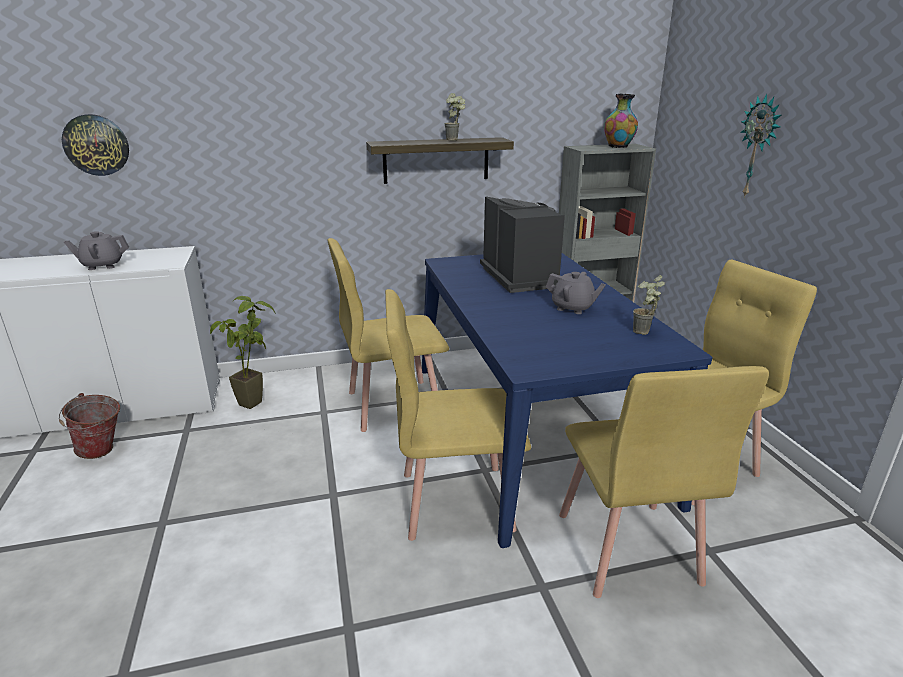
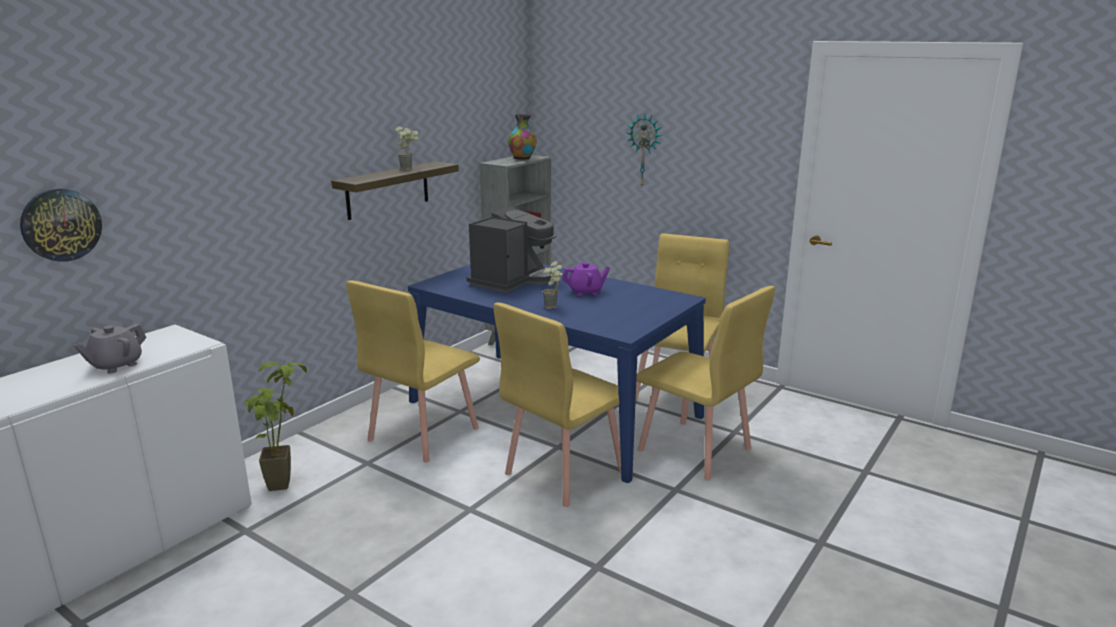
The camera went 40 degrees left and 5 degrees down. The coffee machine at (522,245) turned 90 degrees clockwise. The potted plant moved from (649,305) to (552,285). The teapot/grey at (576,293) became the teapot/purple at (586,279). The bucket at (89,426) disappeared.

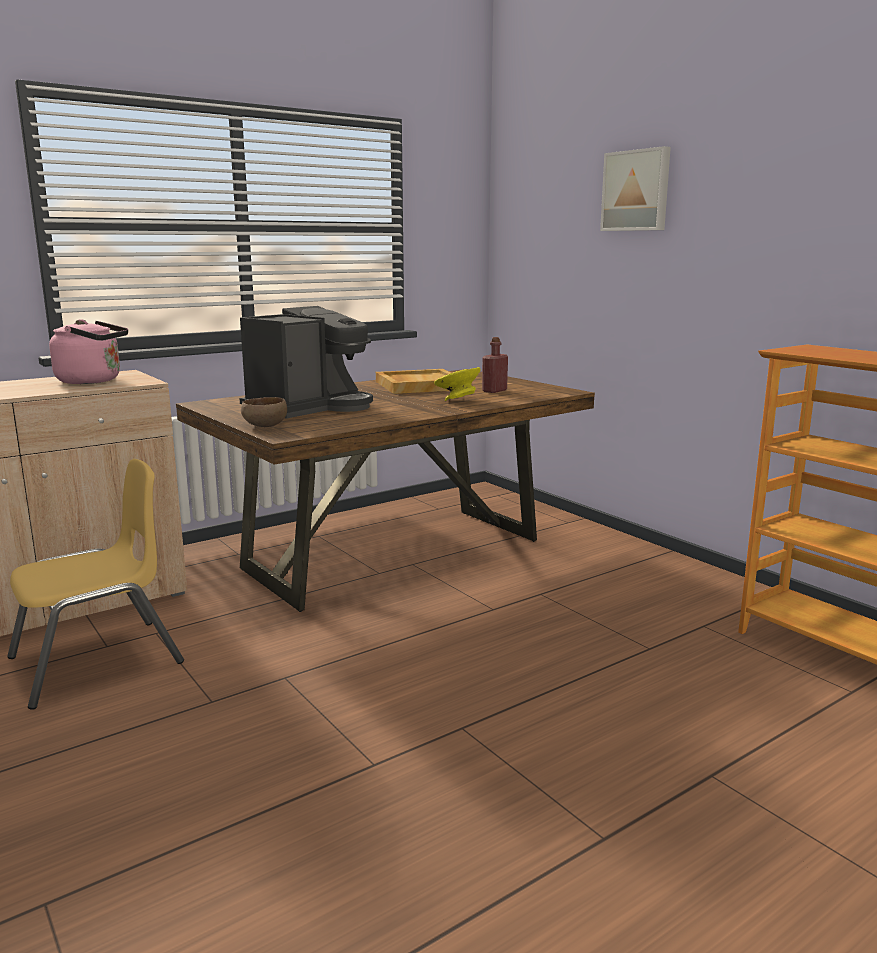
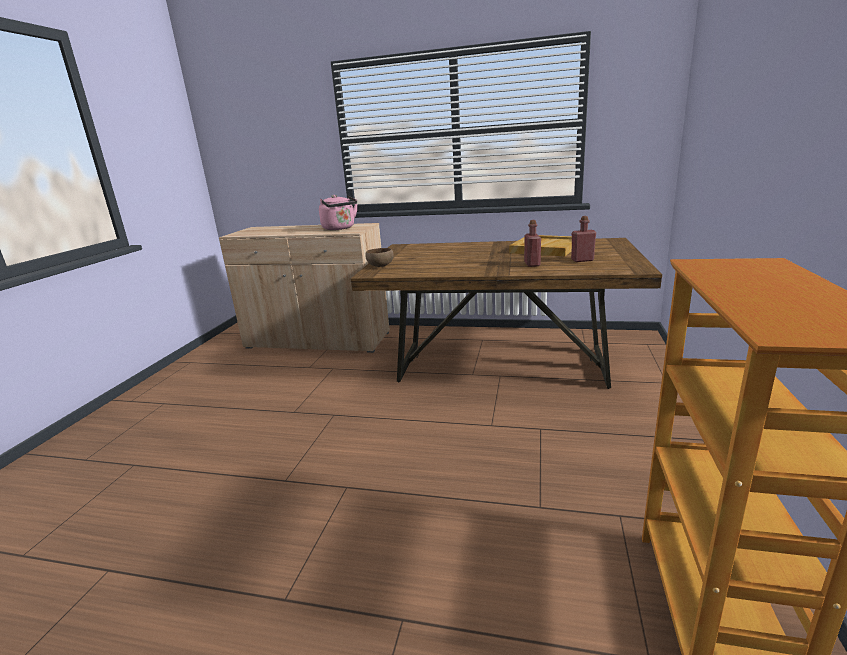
The camera went 50 degrees right and 5 degrees up. The bowl/yellow at (457,384) was replaced by the bottle/red at (532,243). The chair/yellow at (95,584) disappeared. The coffee machine at (306,362) disappeared. The picture at (635,188) disappeared.

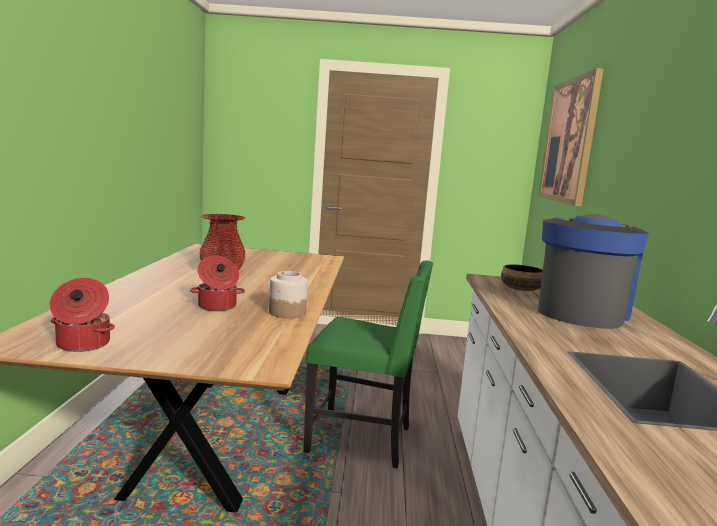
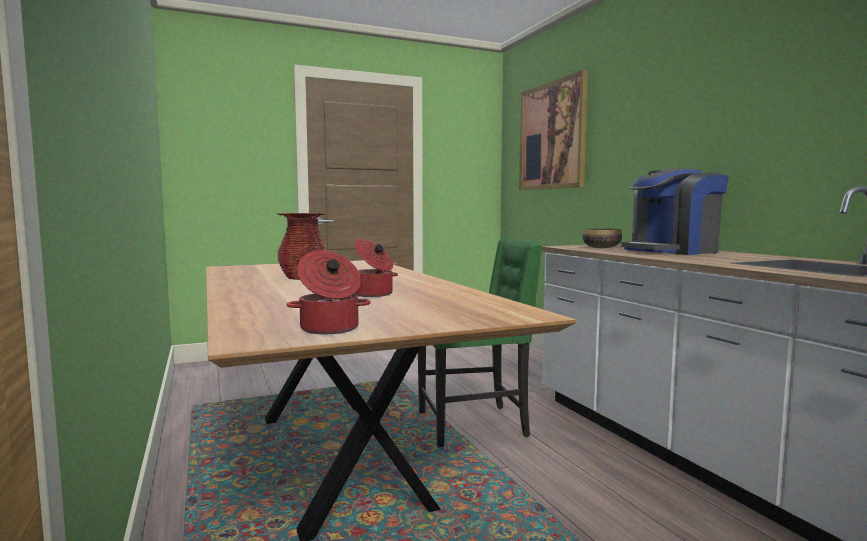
The camera went 25 degrees left and 5 degrees down. The coffee machine at (593,271) turned 120 degrees counterclockwise. The jar at (288,294) disappeared.

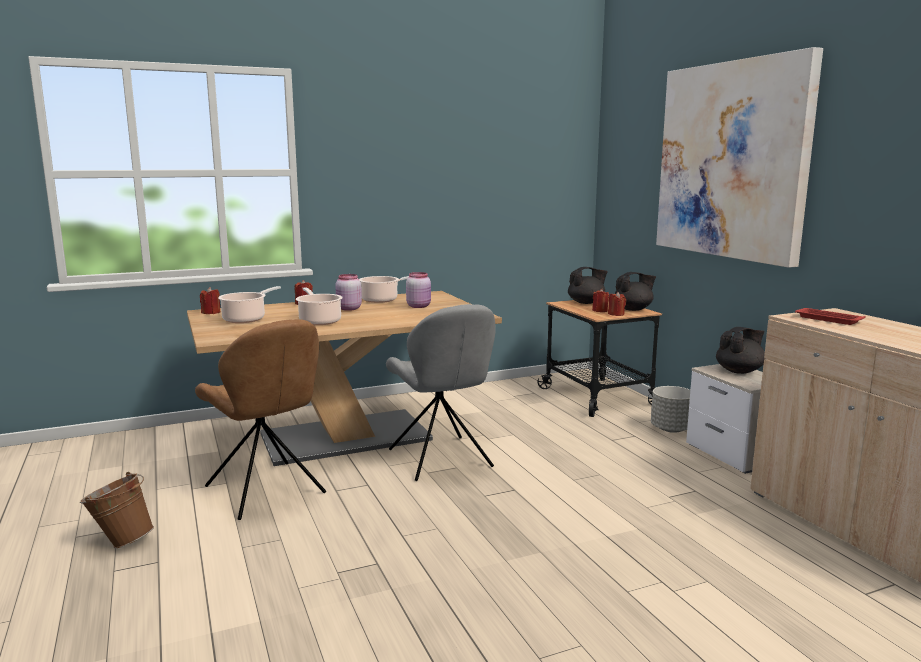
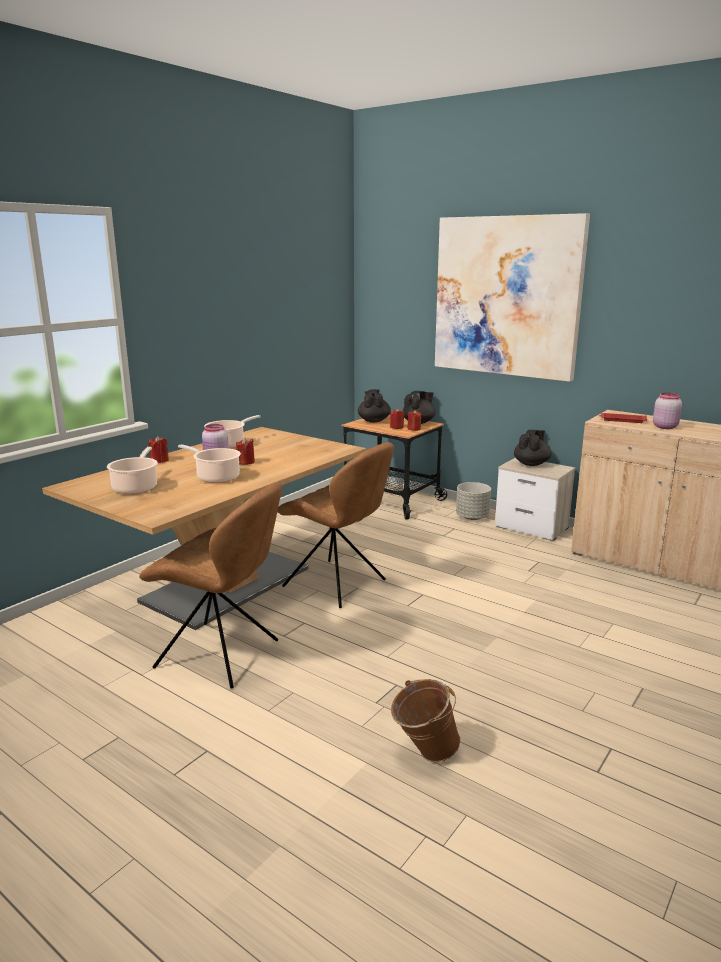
The camera went 30 degrees left and 5 degrees up. The candle/red moved from (210,300) to (245,451). The chair/grey at (441,392) became the chair/brown at (335,525). The teapot/black at (588,285) turned 45 degrees counterclockwise. The bucket/brown moved from (117,510) to (426,720). The jar/pink moved from (418,290) to (667,411).

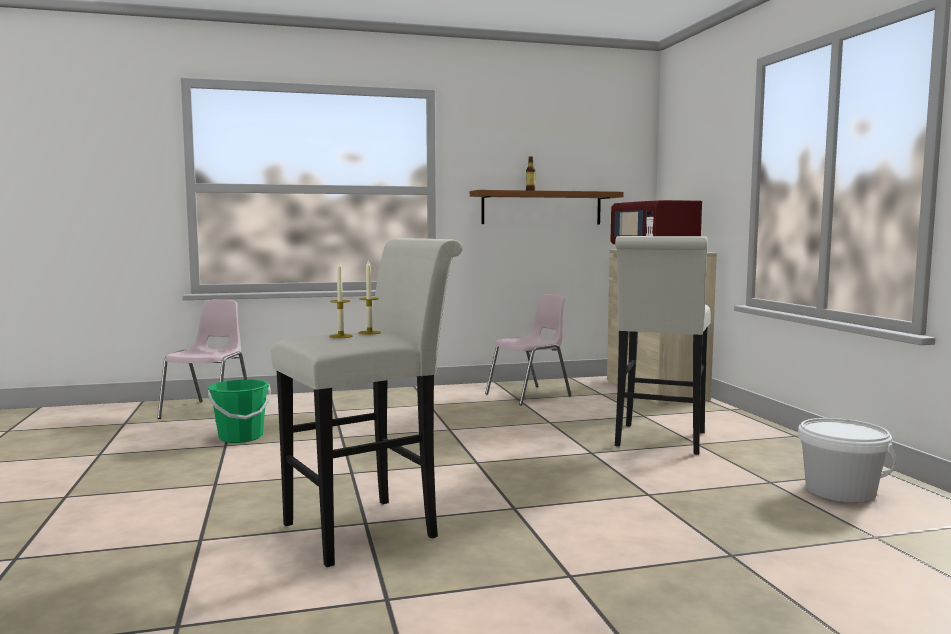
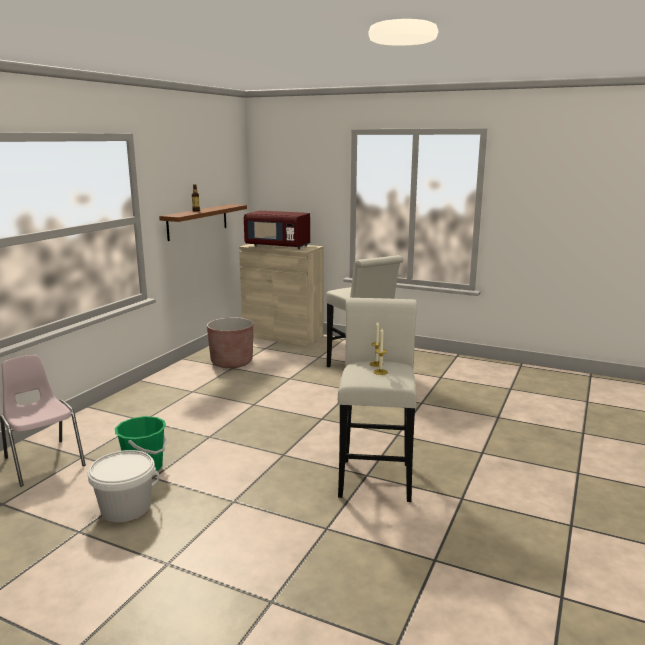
The camera went 50 degrees left and 10 degrees up. The bucket/white moved from (847,460) to (123,486). The chair/pink at (528,350) was replaced by the planter/brown at (230,342).

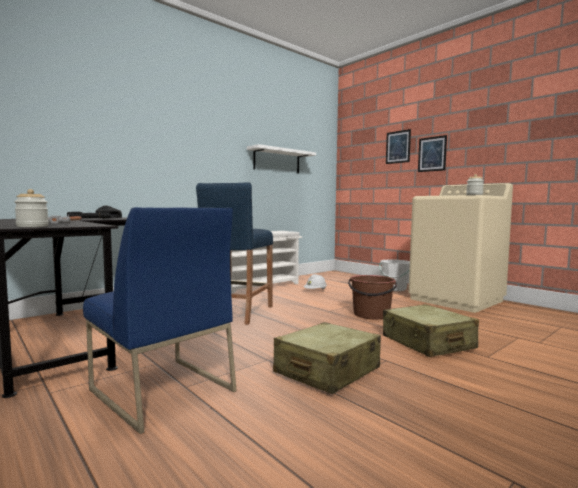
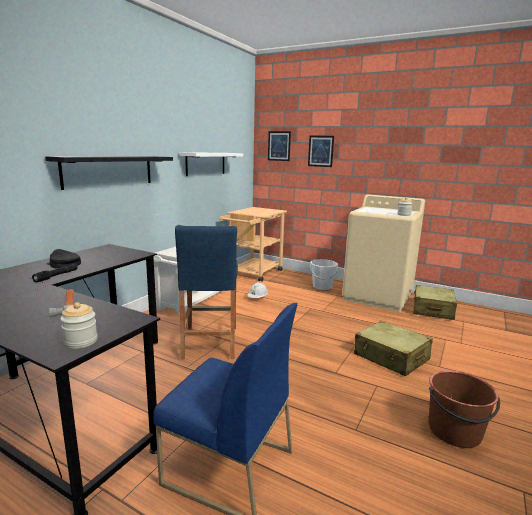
The camera went 20 degrees left and 10 degrees up. The shelf/black at (109,173) appeared. The cart/beige at (253,244) appeared. The picture moved from (432,153) to (279,146). The suitcase/beige moved from (327,358) to (435,302). The bucket/brown moved from (372,297) to (464,409).

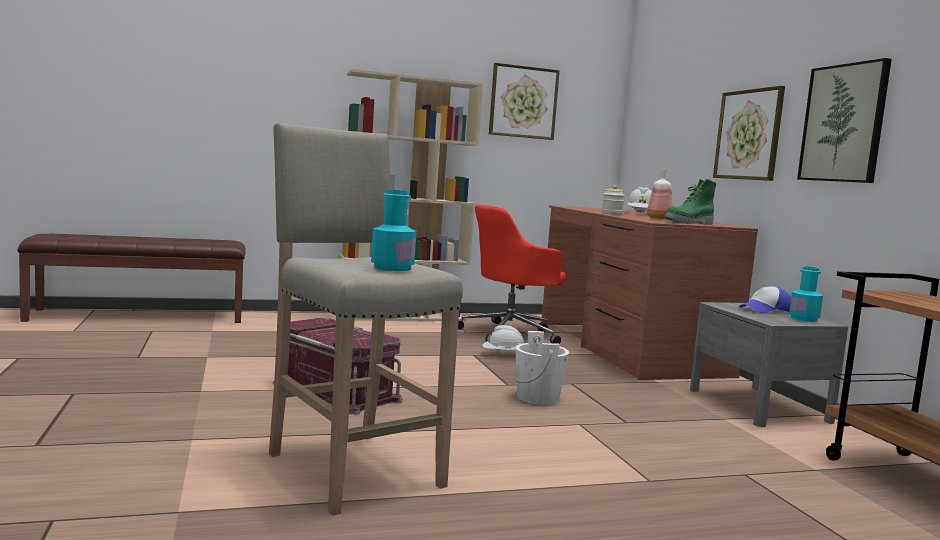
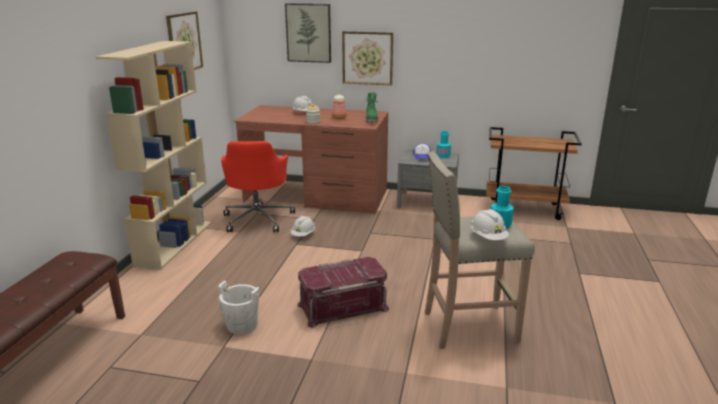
The camera went 60 degrees left and 15 degrees up. The bucket/white moved from (541,368) to (238,307). The picture moved from (844,120) to (308,33). The hard hat/white at (489,224) appeared.

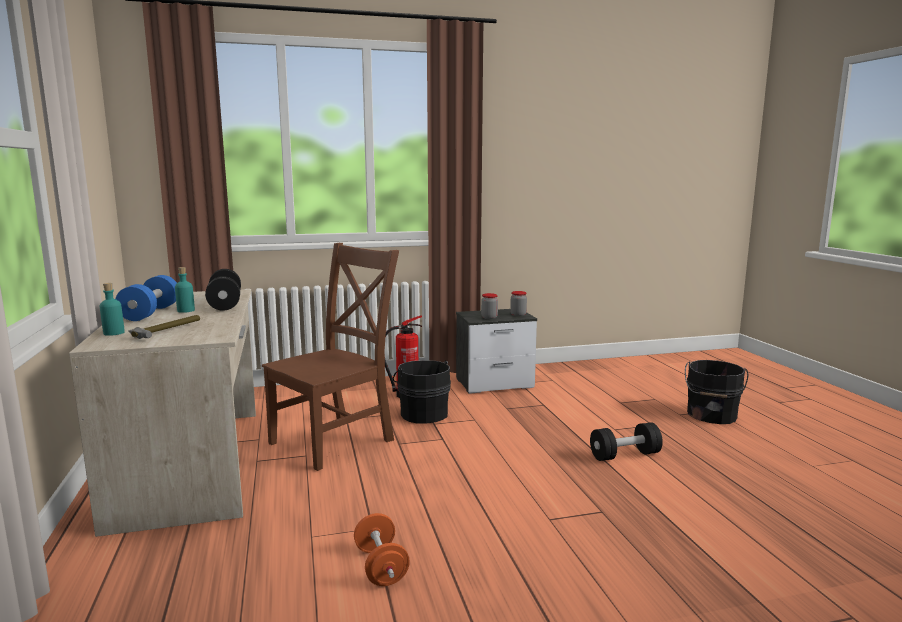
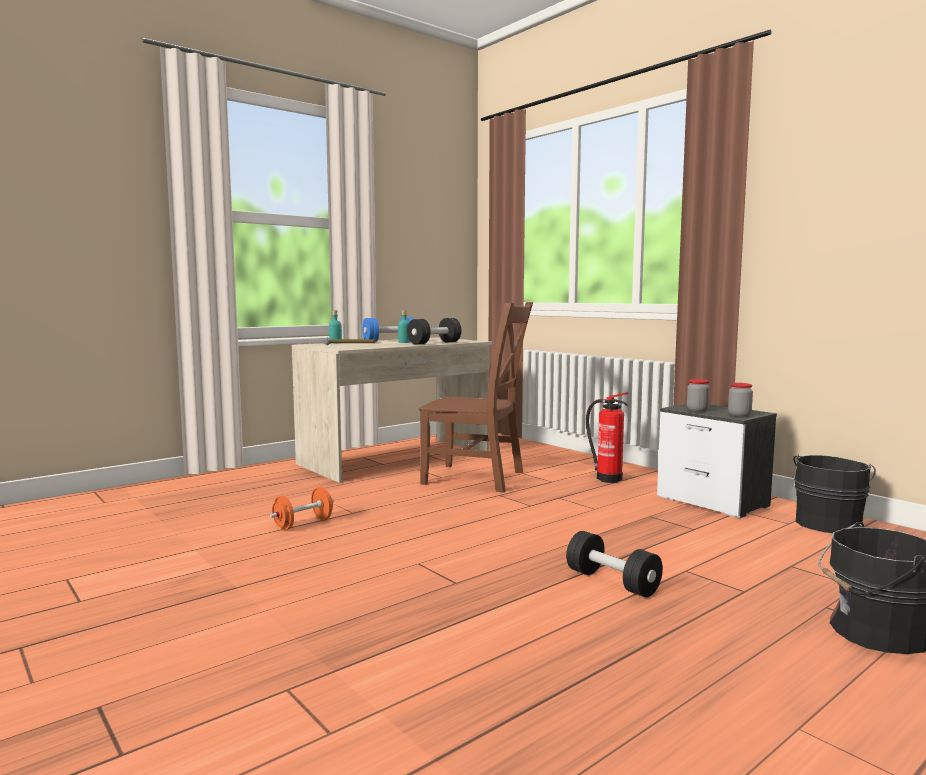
The camera went 65 degrees right and 5 degrees down. The bucket/black moved from (422,392) to (834,494).

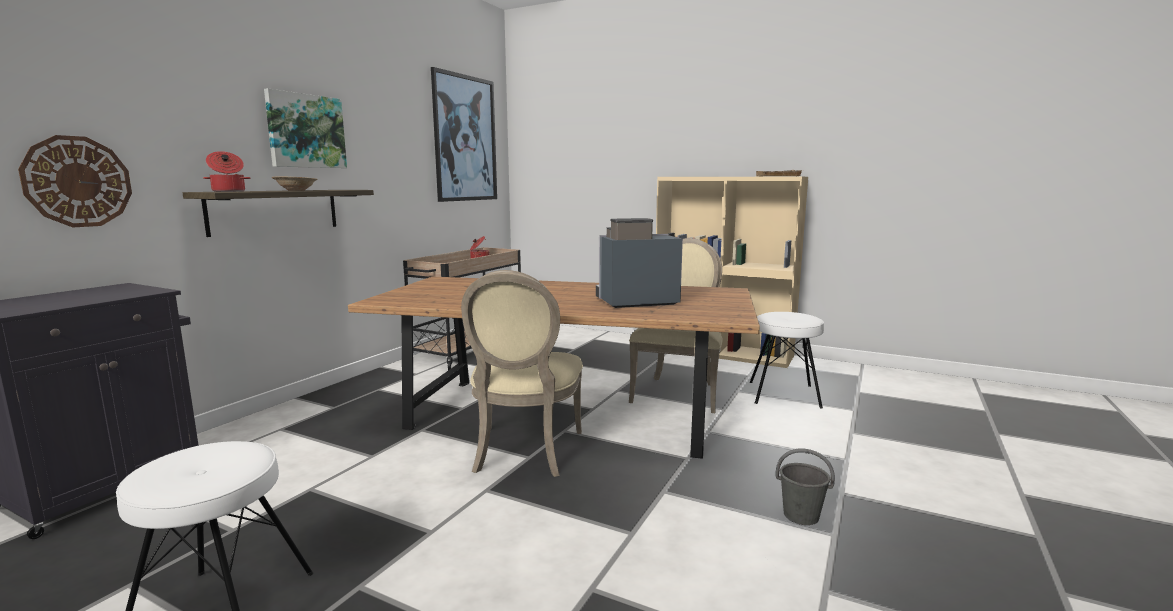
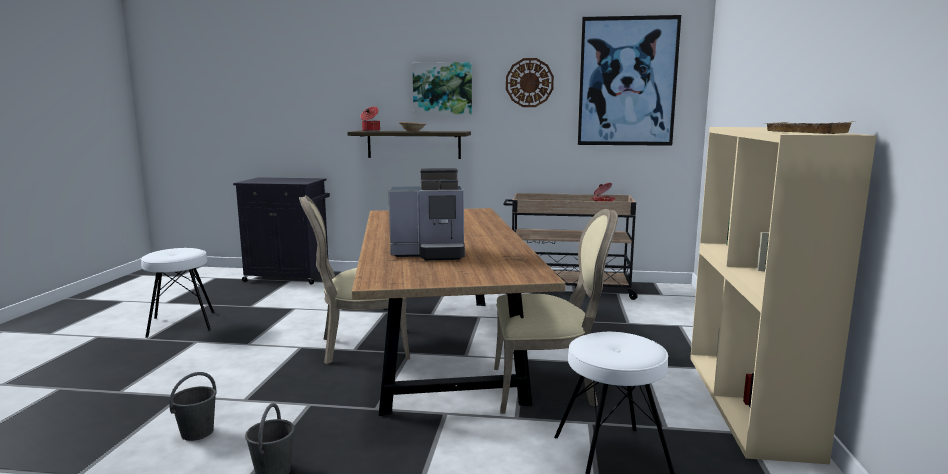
The camera went 70 degrees right and 0 degrees up. The bucket/grey at (193,406) appeared. The coffee machine at (639,263) turned 120 degrees clockwise. The wall clock moved from (75,181) to (530,82).

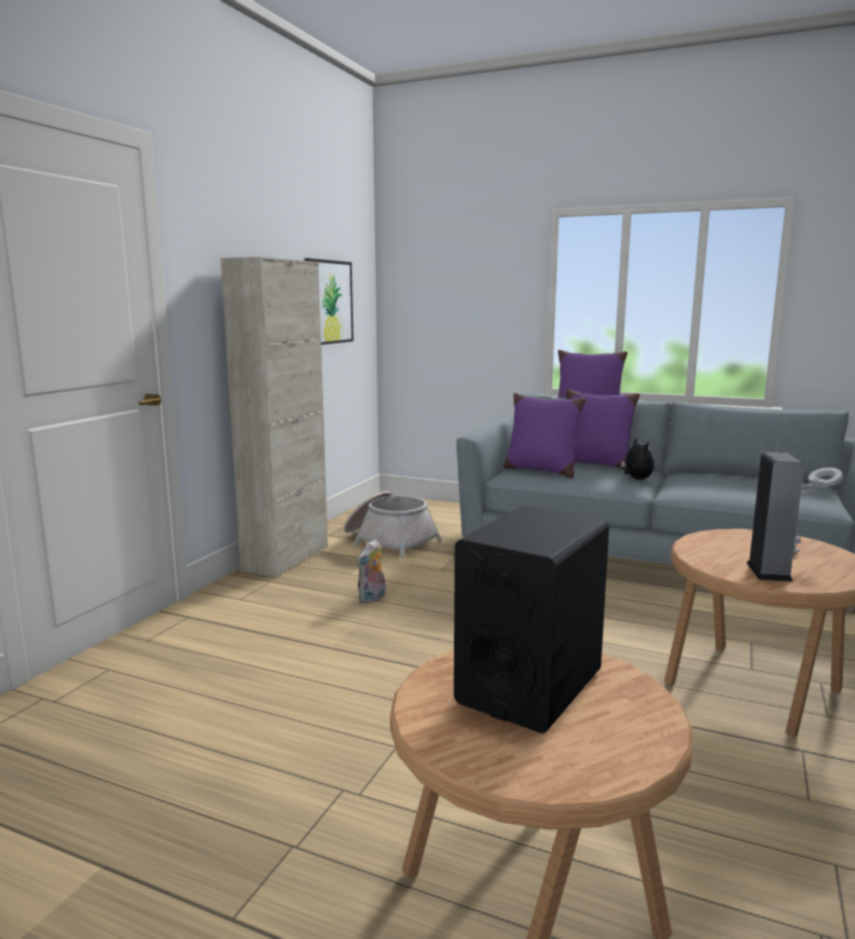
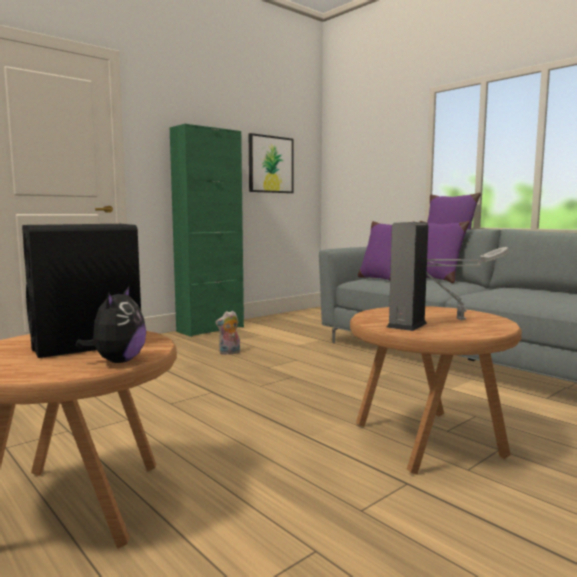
The camera went 25 degrees right and 5 degrees down. The plush toy moved from (637,459) to (110,324). The cabinet/beige at (274,417) became the cabinet/green at (207,230). The basket at (393,524) disappeared.

